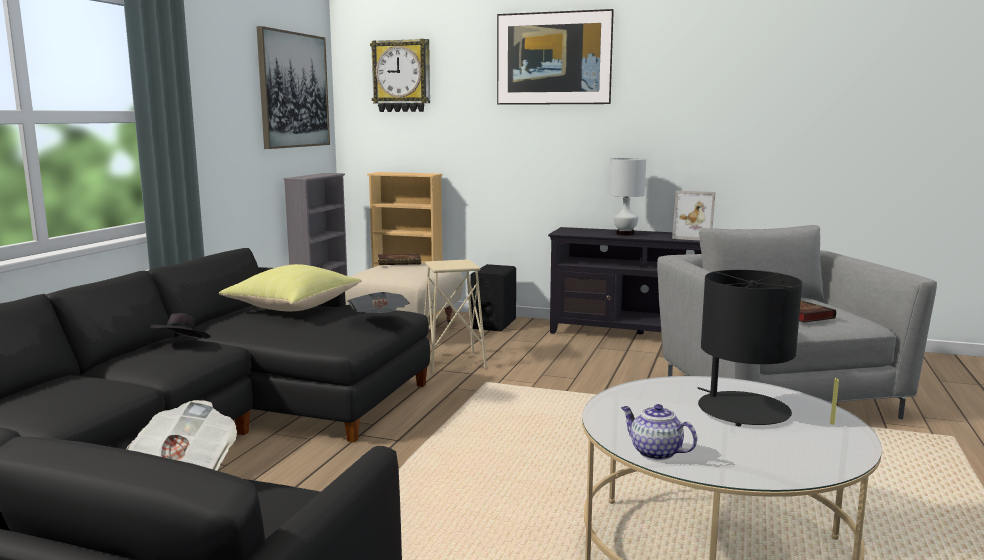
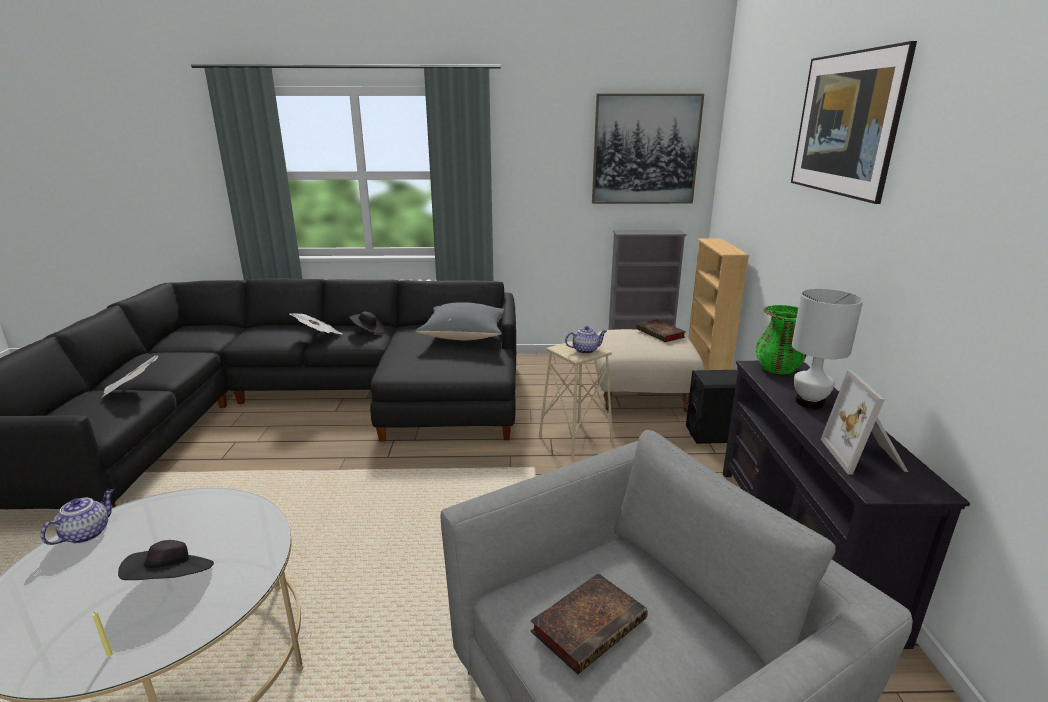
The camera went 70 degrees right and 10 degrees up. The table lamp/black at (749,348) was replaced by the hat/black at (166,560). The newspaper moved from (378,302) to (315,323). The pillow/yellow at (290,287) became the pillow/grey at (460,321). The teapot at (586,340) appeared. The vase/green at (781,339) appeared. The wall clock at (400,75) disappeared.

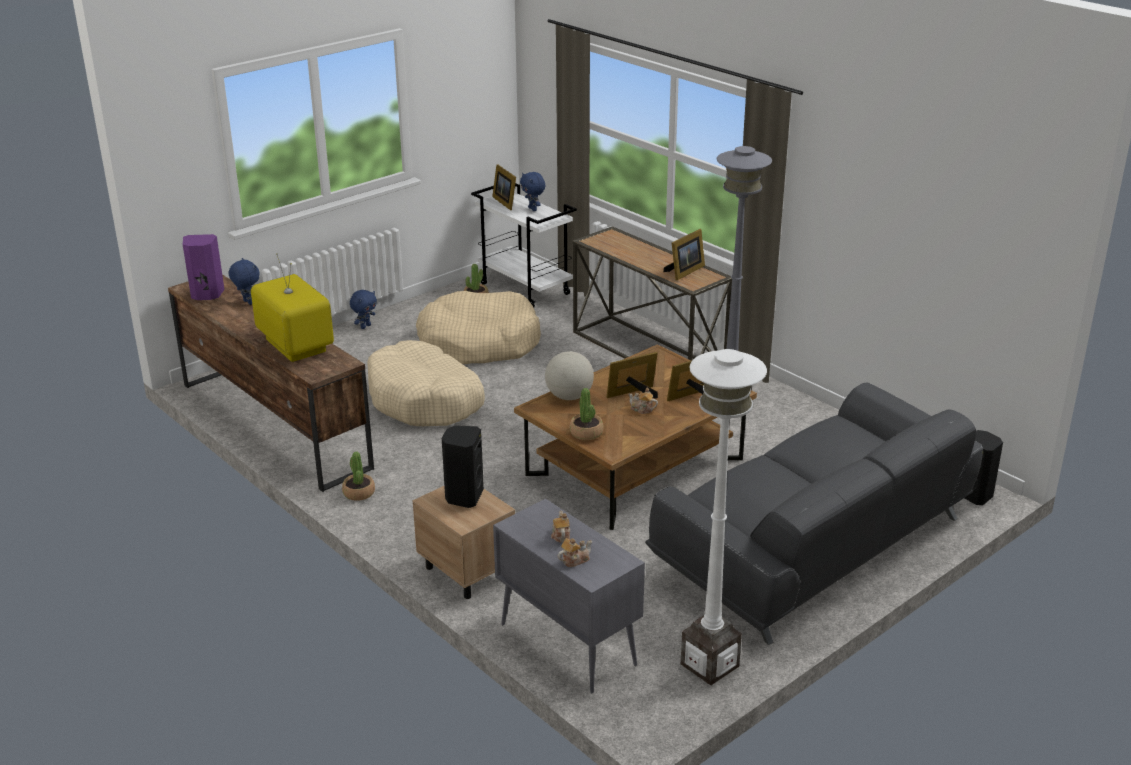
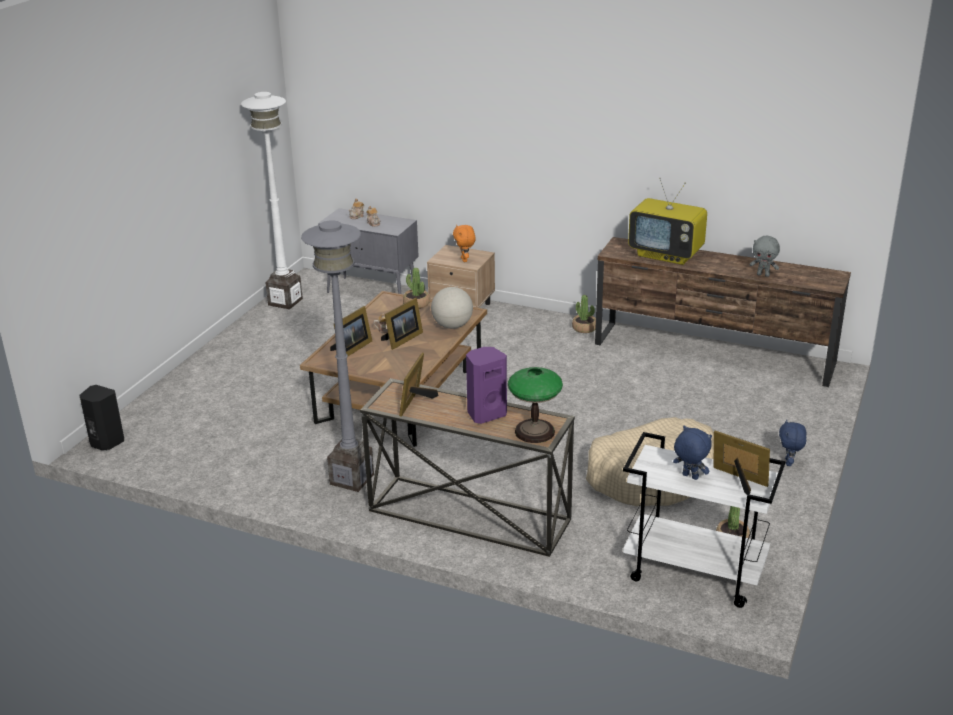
The camera went 155 degrees right and 0 degrees up. The speaker/black at (463,467) was replaced by the plush toy/orange at (464,243). The speaker/purple moved from (204,267) to (486,385). The table lamp at (535,405) appeared. The plush toy/blue at (244,281) became the plush toy/grey at (764,256). The dog bed/beige at (426,383) disappeared. The sofa/grey at (814,513) disappeared.

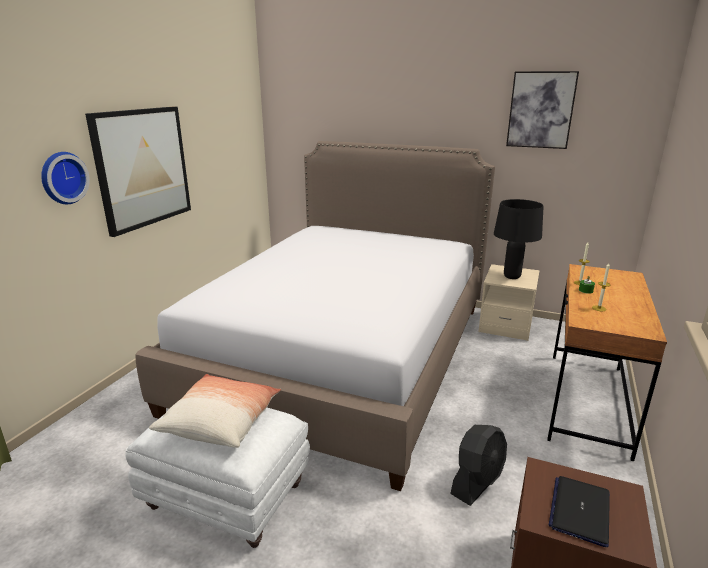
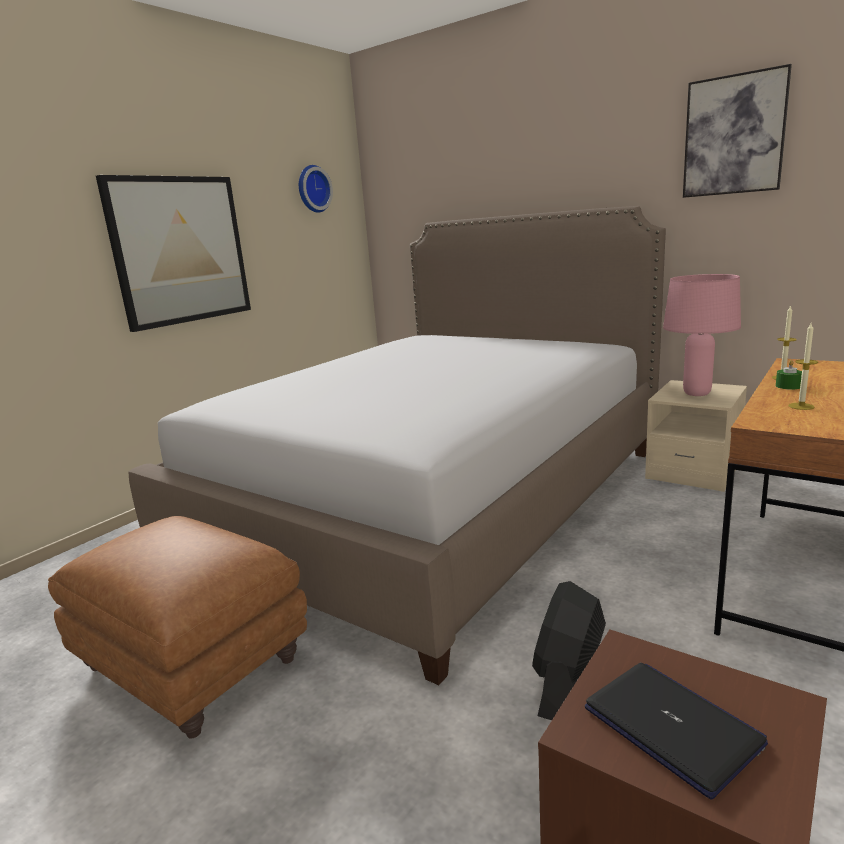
The camera went 15 degrees right and 5 degrees down. The ottoman/white at (217,478) became the ottoman/brown at (177,627). The wall clock moved from (65,178) to (316,189). The fan/black at (478,465) turned 150 degrees clockwise. The laptop at (579,511) turned 105 degrees clockwise. The table lamp/black at (519,239) became the table lamp/pink at (702,335). The pillow at (215,411) disappeared.

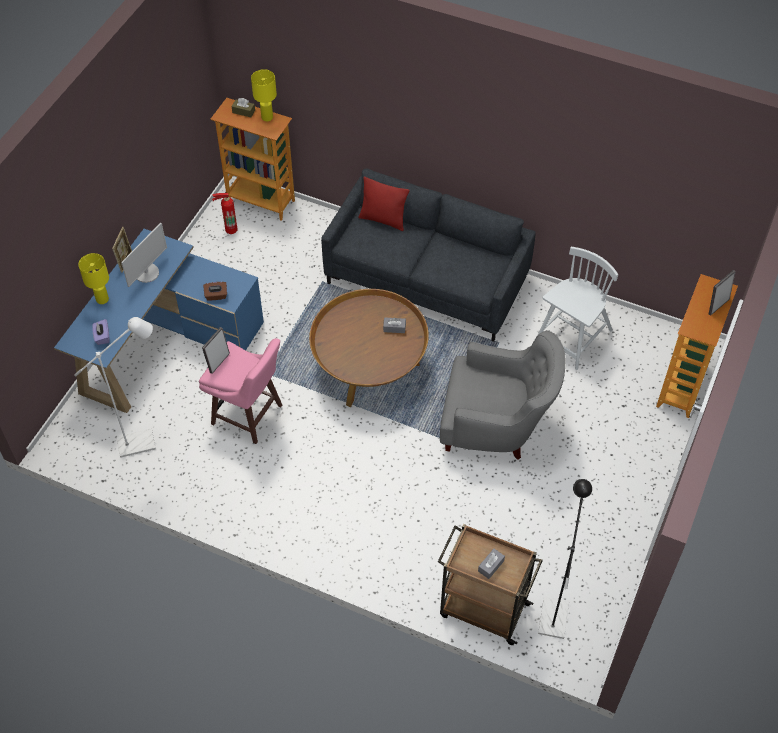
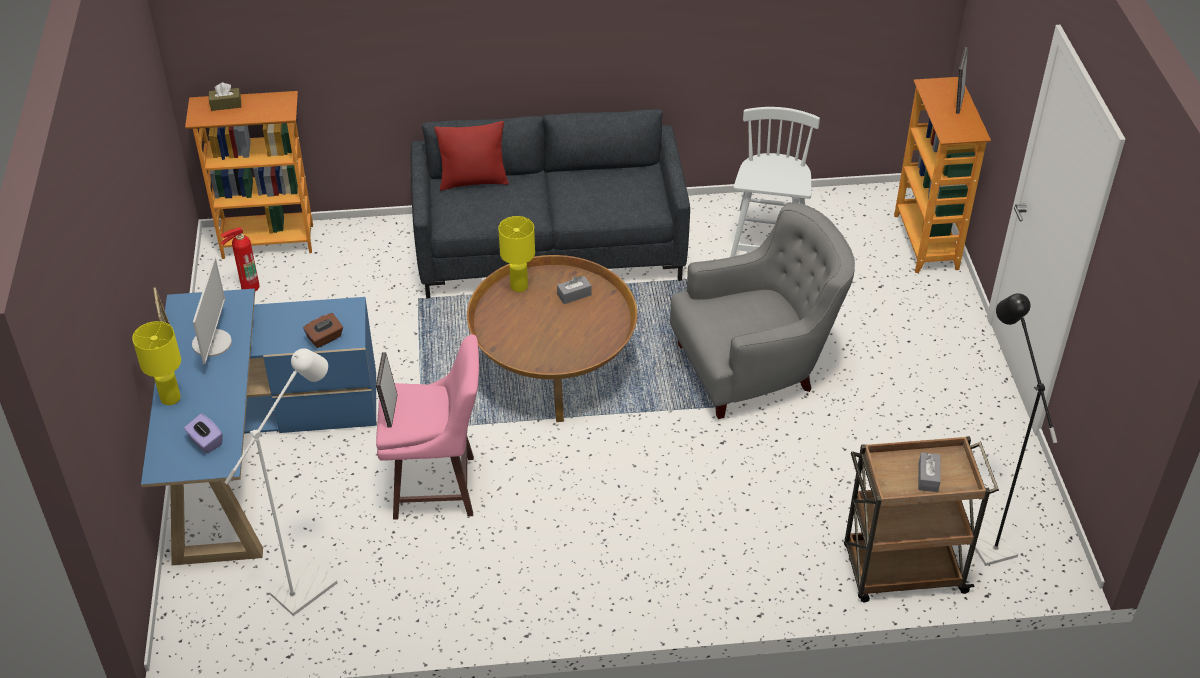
The camera went 30 degrees left and 10 degrees down. The table lamp/yellow moved from (264,95) to (516,254).

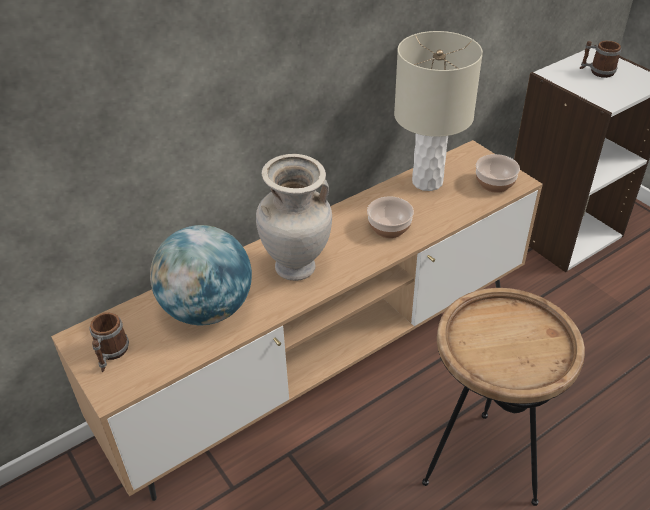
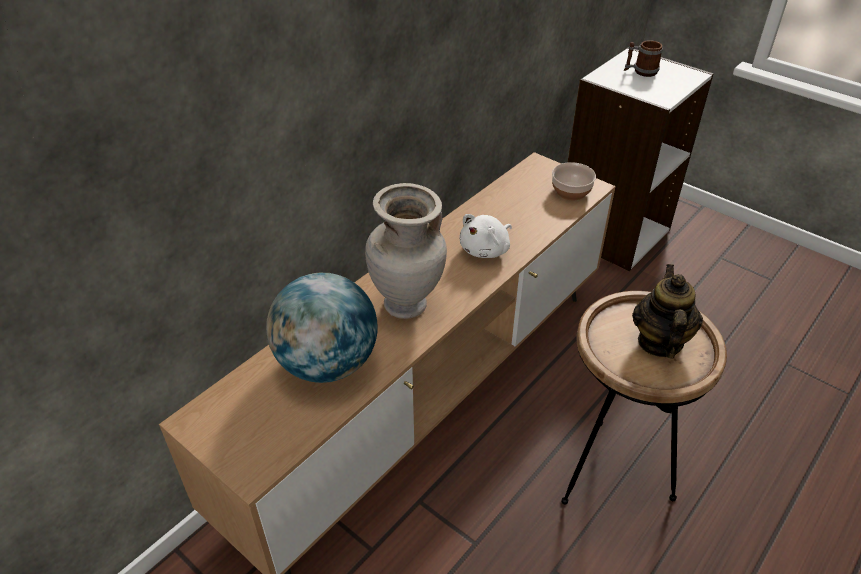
The camera went 15 degrees left and 0 degrees up. The bowl at (390,217) was replaced by the plush toy/white at (486,236). The teapot at (667,311) appeared. The mug at (109,342) disappeared. The table lamp/beige at (438,111) disappeared.

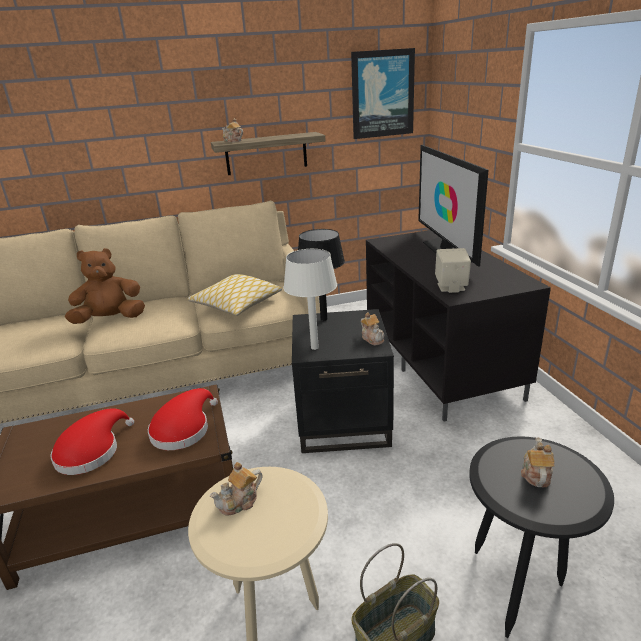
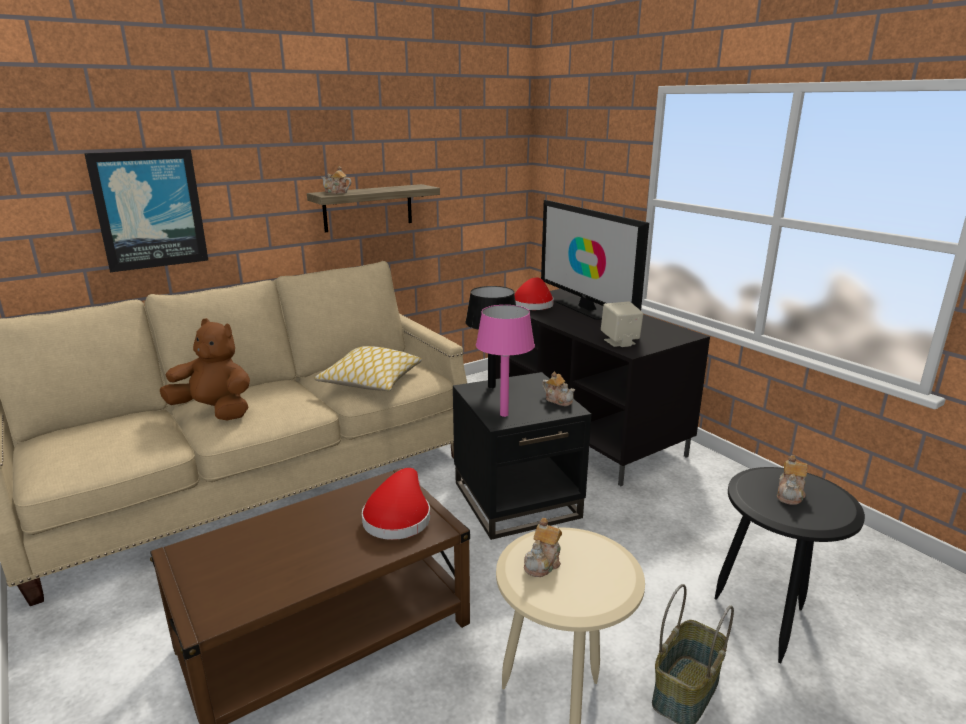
The camera went 20 degrees left and 5 degrees down. The picture moved from (383,93) to (146,210). The plush toy/brown at (105,286) turned 60 degrees clockwise. The table lamp/white at (310,299) became the table lamp/pink at (505,361). The hat/red moved from (92,441) to (534,293). The teapot at (537,462) turned 150 degrees counterclockwise.

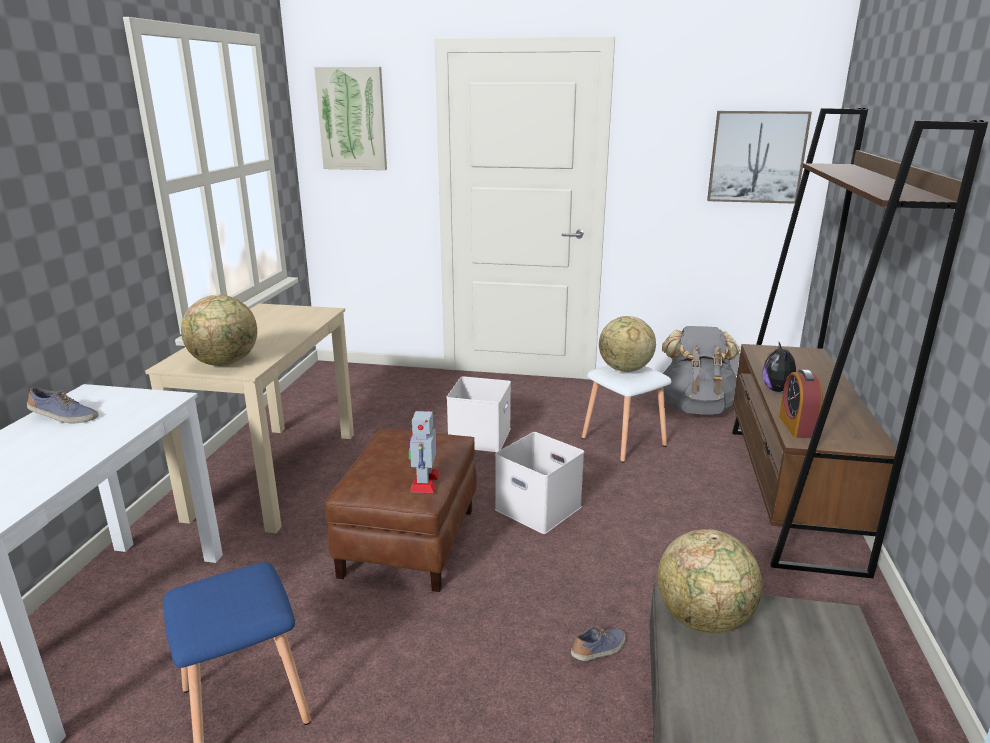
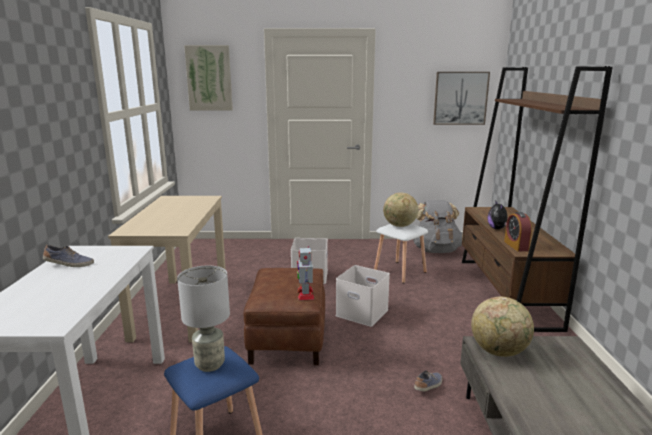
The camera went 10 degrees left and 5 degrees down. The table lamp/grey at (203,319) appeared. The globe at (219,330) disappeared.

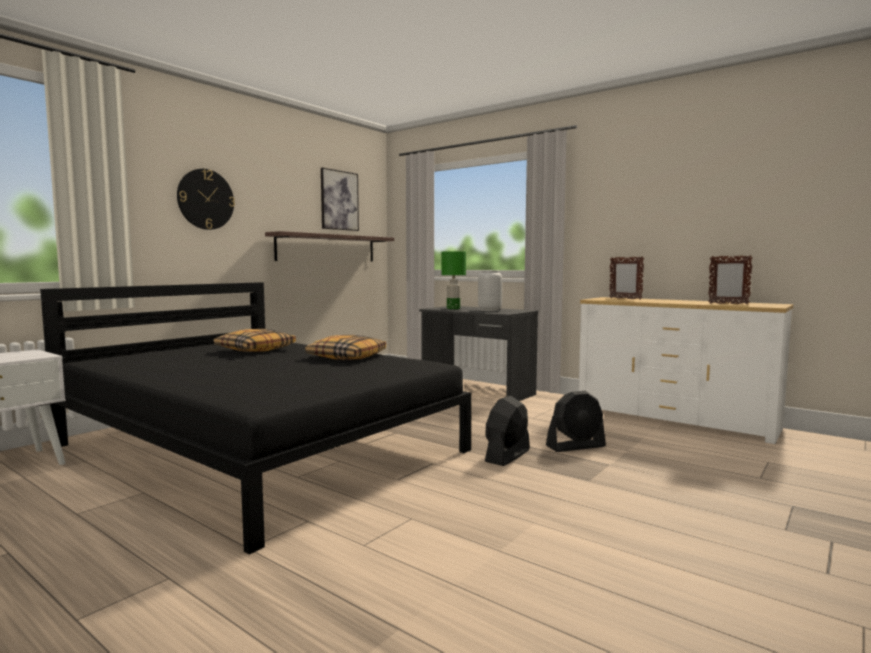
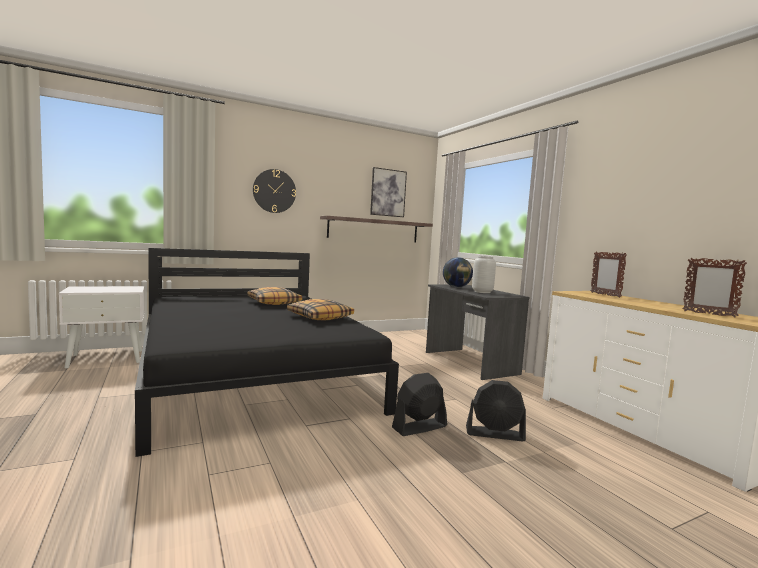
The camera went 25 degrees right and 0 degrees up. The table lamp/green at (453,280) was replaced by the globe at (458,272).

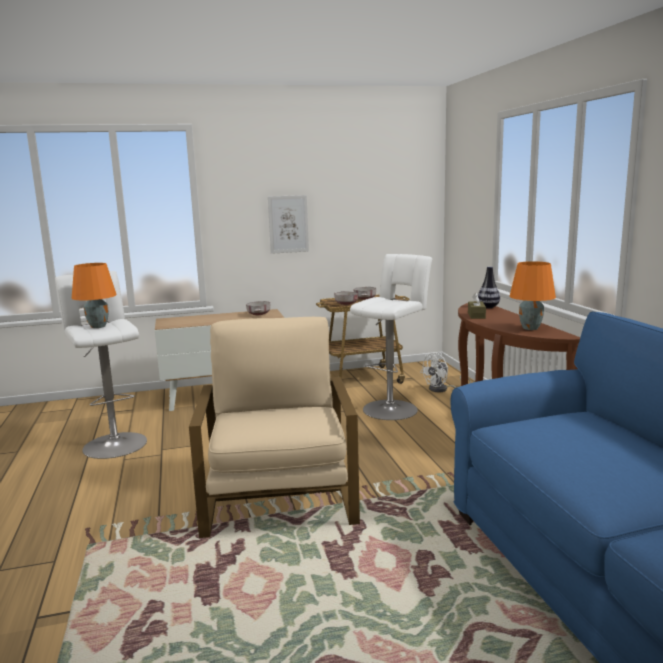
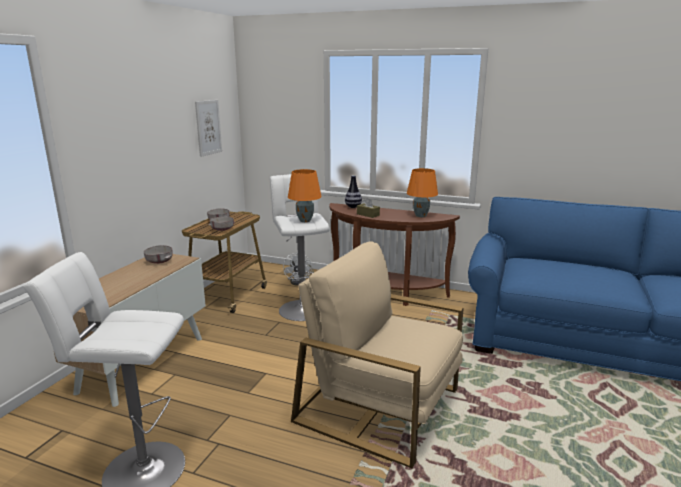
The camera went 55 degrees left and 5 degrees up. The picture moved from (288,224) to (208,128). The table lamp/orange moved from (94,295) to (305,195).

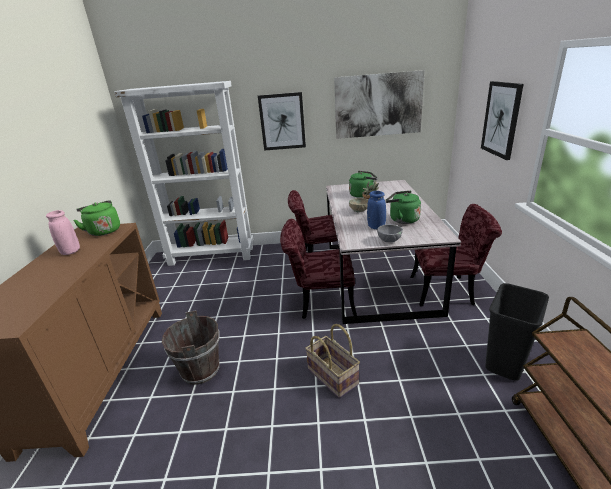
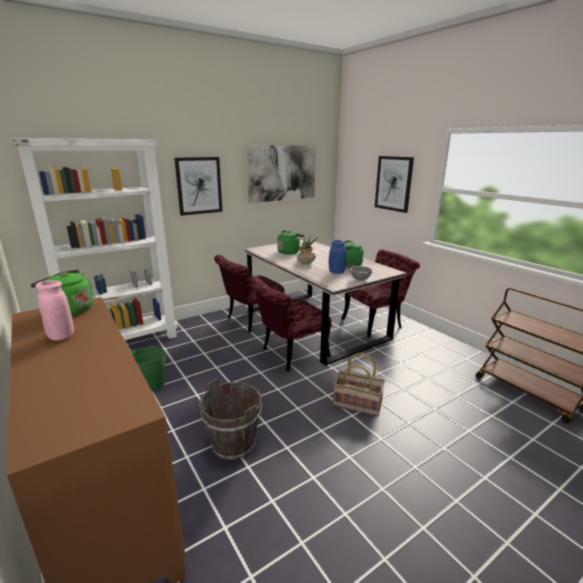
The camera went 35 degrees left and 5 degrees down. The bucket/green at (148,368) appeared. The trash can/black at (517,332) disappeared.

